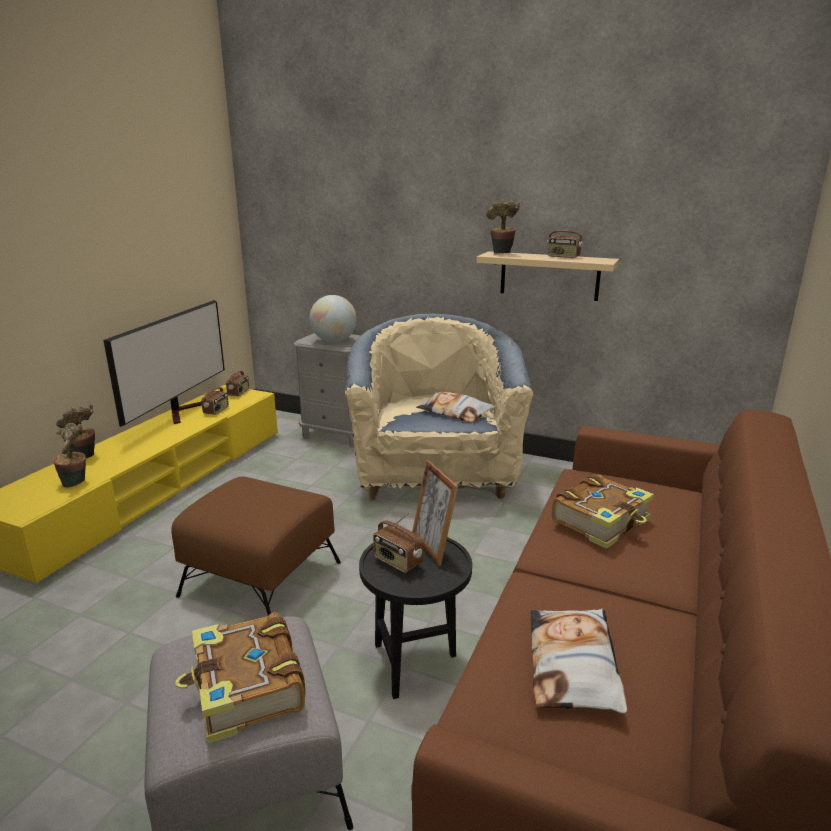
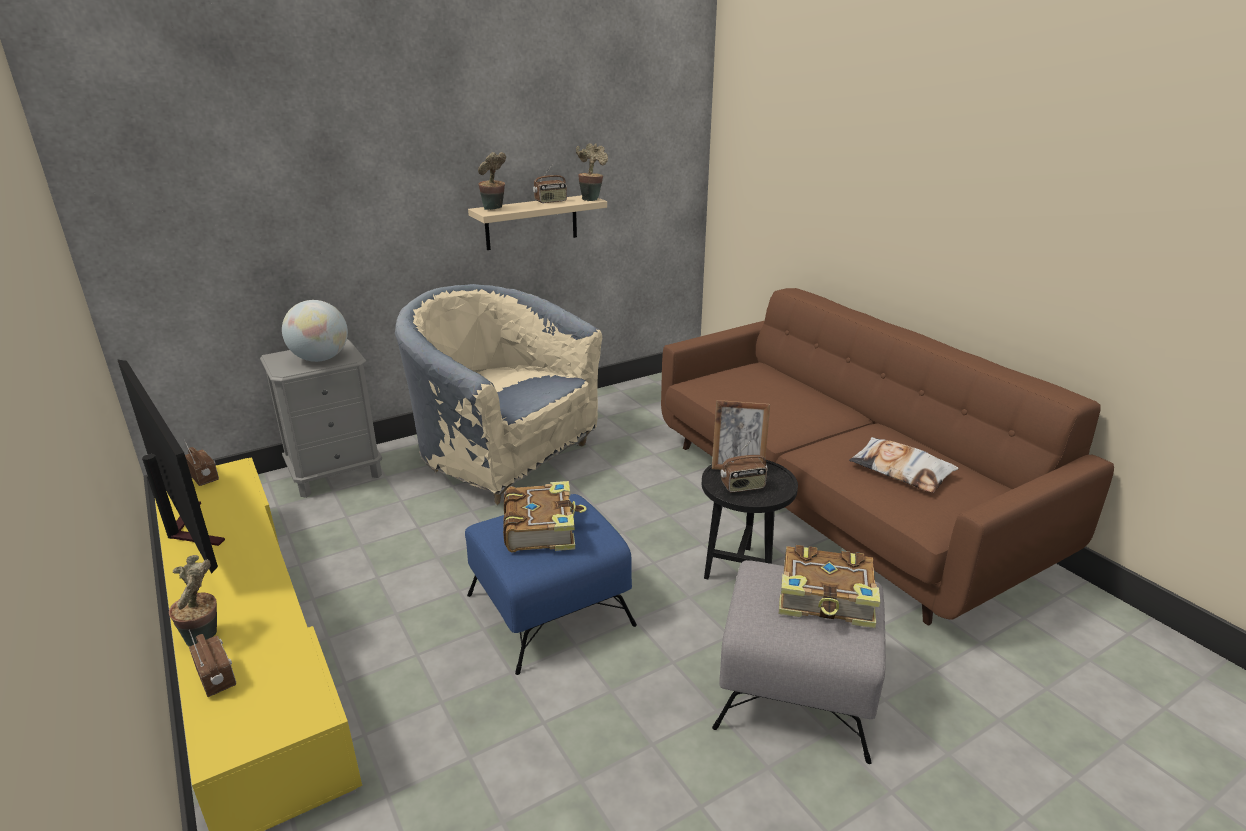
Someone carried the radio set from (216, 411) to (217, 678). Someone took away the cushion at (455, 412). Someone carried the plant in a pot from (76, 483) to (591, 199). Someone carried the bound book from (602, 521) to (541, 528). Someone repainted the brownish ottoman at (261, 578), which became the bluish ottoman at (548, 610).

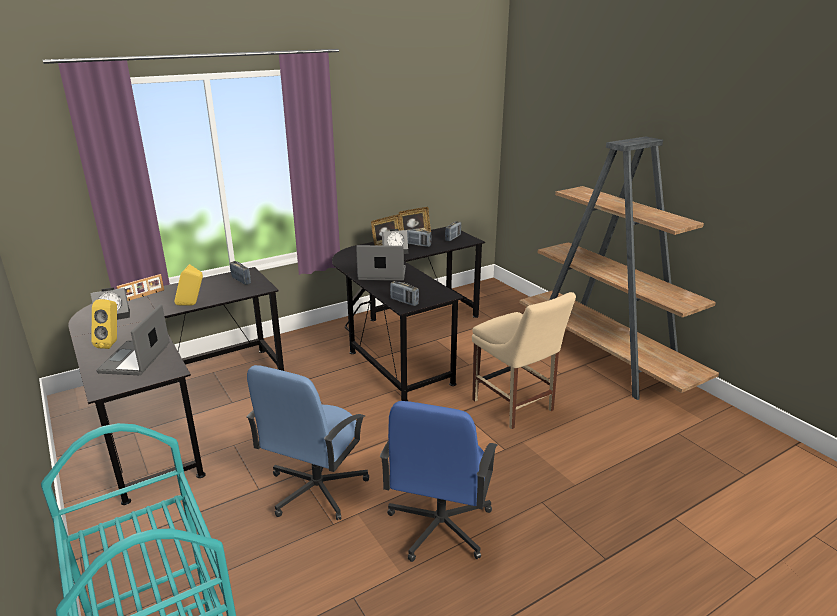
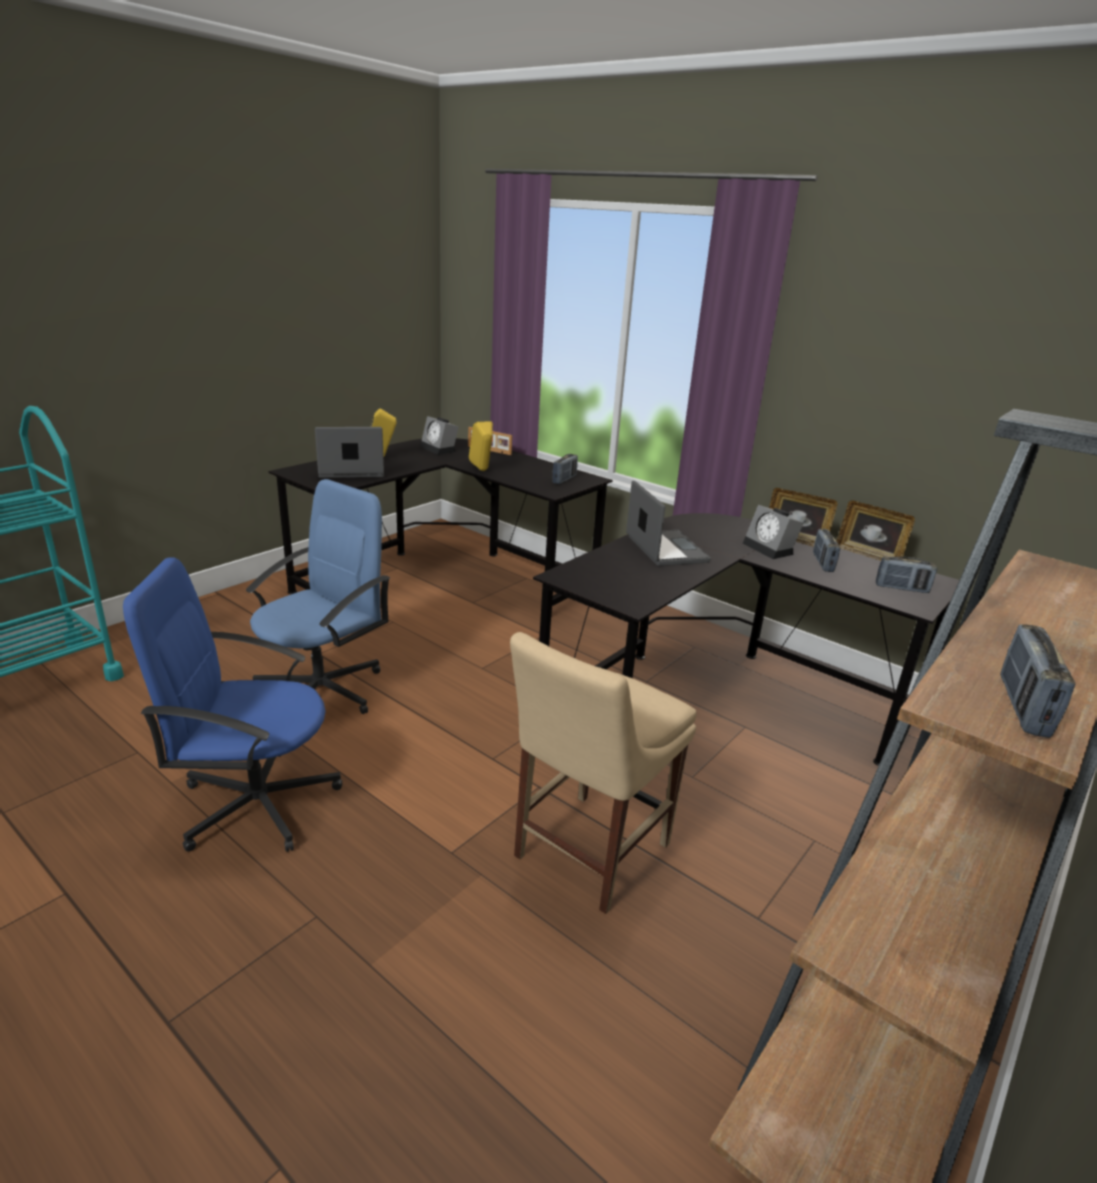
Someone carried the radio set from (404, 301) to (1023, 706). Someone rotated the bluish office chair at (316, 489) by 120 degrees clockwise.

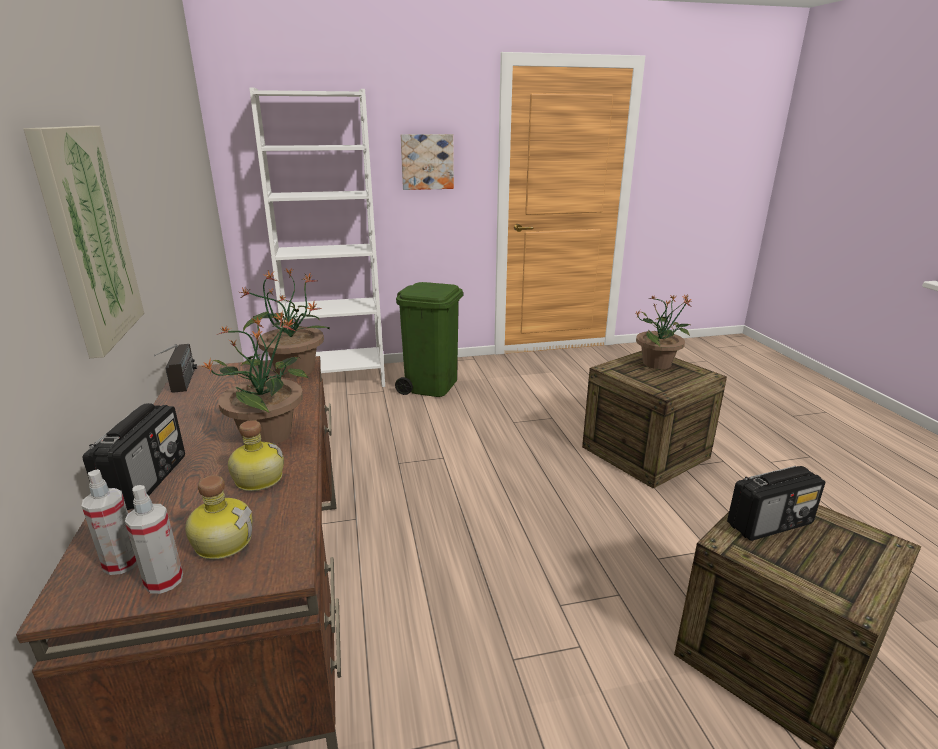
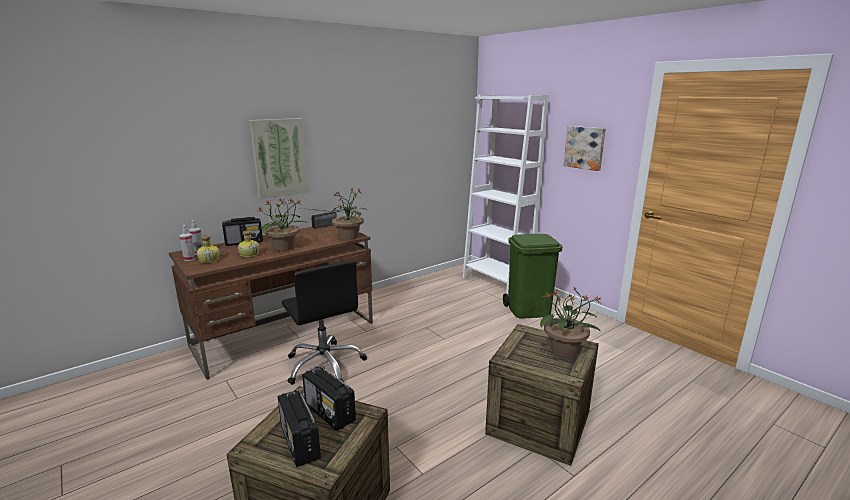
Someone put down the black office chair at (325, 365). Someone put down the radio set at (300, 443).

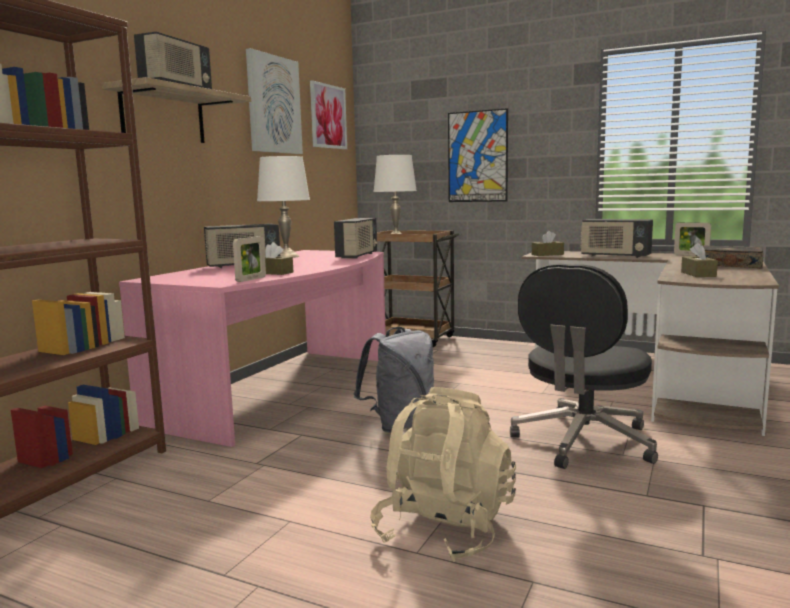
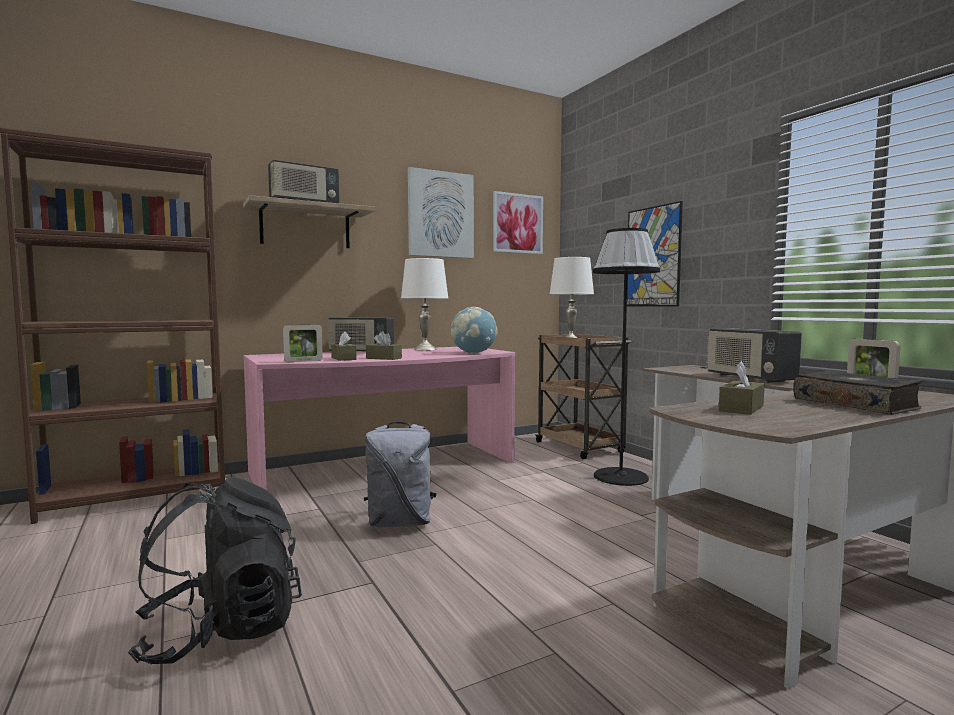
Someone swapped the radio set at (357, 256) for the globe at (473, 353). Someone carried the brownish box of tissues from (547, 254) to (384, 358). Someone took away the black office chair at (583, 442). Someone repainted the sand-coloured knapsack at (444, 529), which became the black knapsack at (221, 631). Someone put down the black standing lamp at (621, 477).

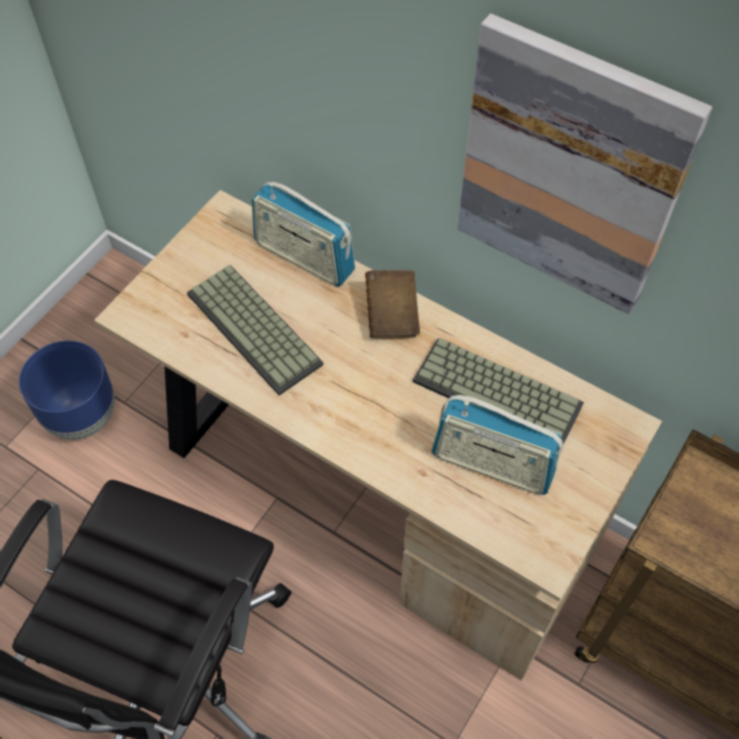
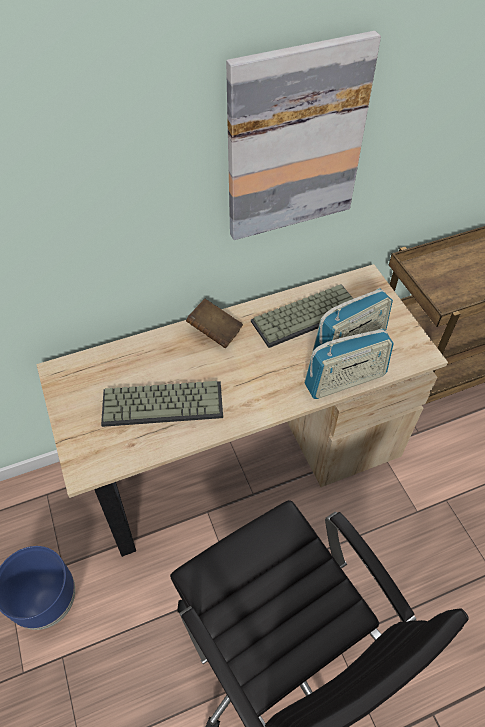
Someone carried the radio set from (304, 257) to (345, 380).

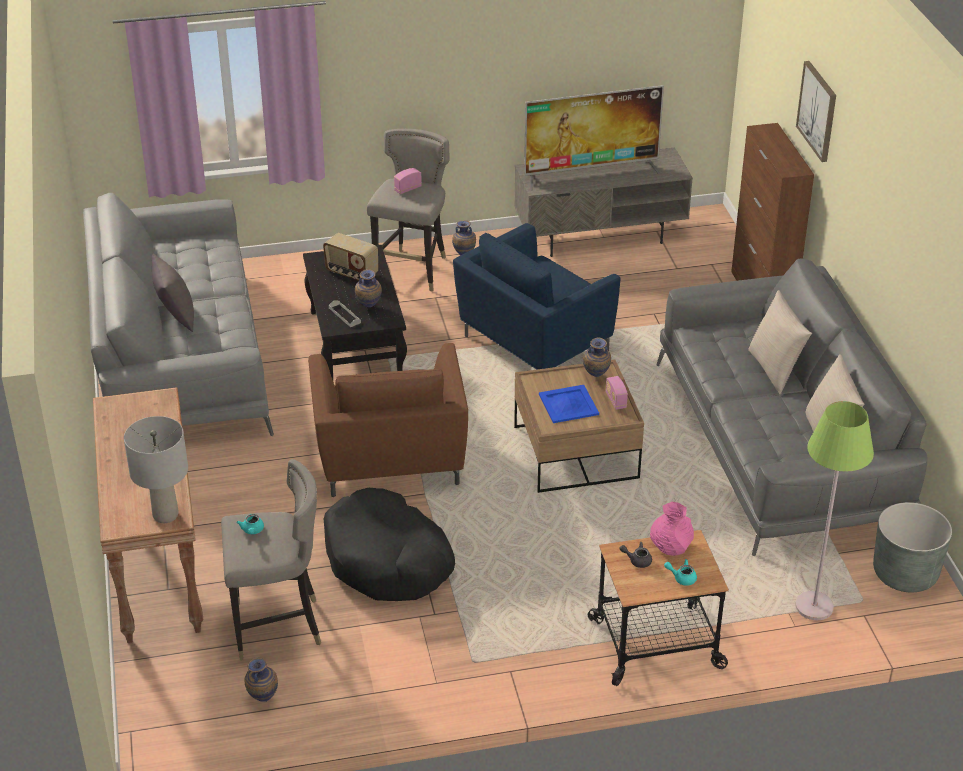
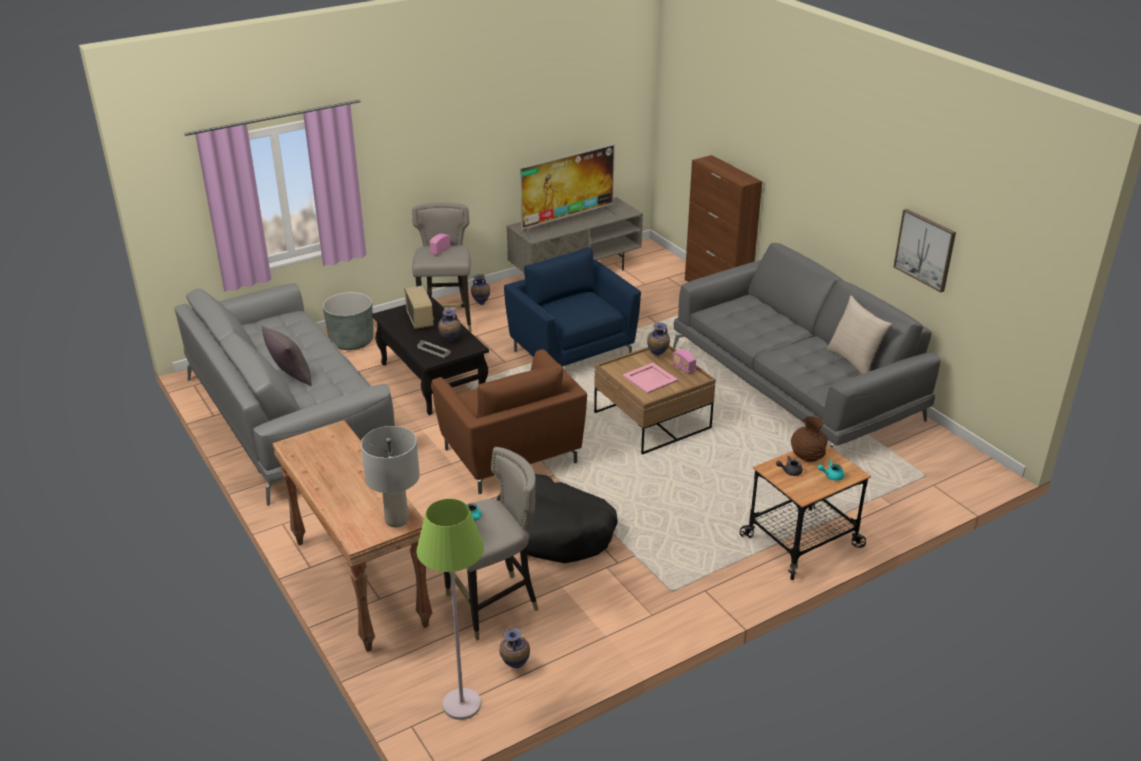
Someone carried the wall picture from (818, 111) to (925, 249). Someone rotated the bluish easy chair at (533, 344) by 120 degrees clockwise. Someone rotated the radio set at (351, 273) by 120 degrees counterclockwise. Someone took away the sand-coloured cushion at (775, 370). Someone repainted the bluish serving tray at (568, 405), which became the pink serving tray at (650, 379). Someone carried the greenish standing lamp from (814, 606) to (461, 705). Someone repainted the pink decorative vase at (670, 547), which became the brownish decorative vase at (807, 456). Someone carried the greyish plant pot from (905, 573) to (351, 341).

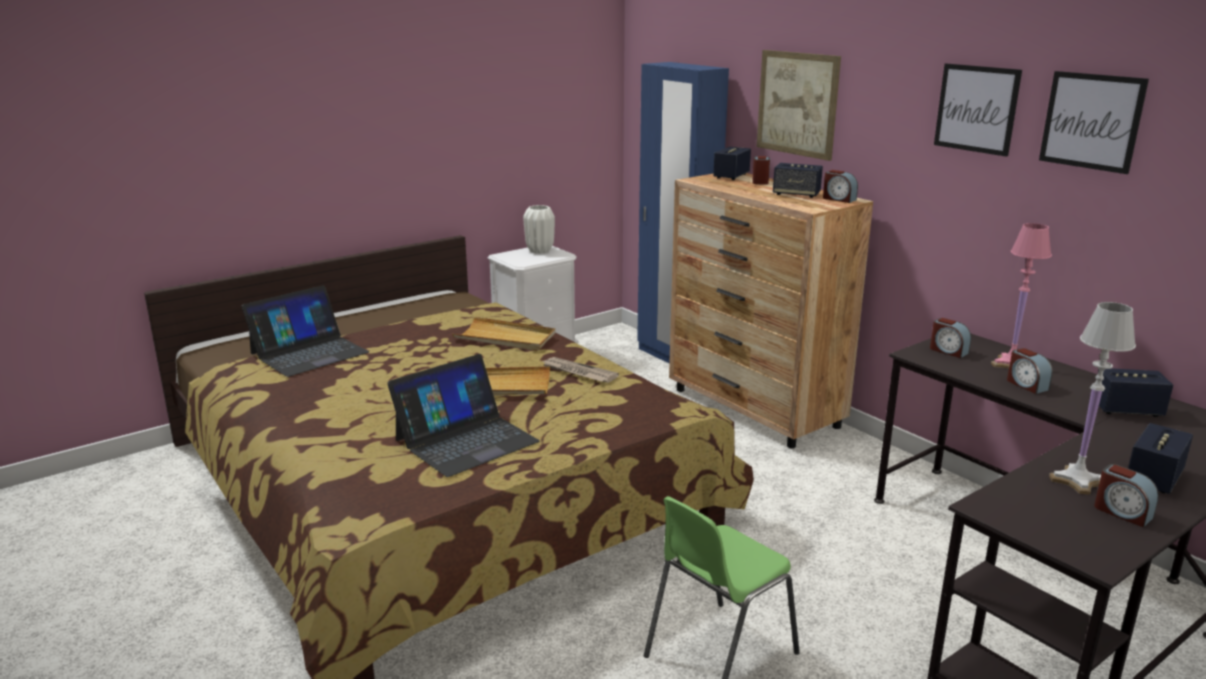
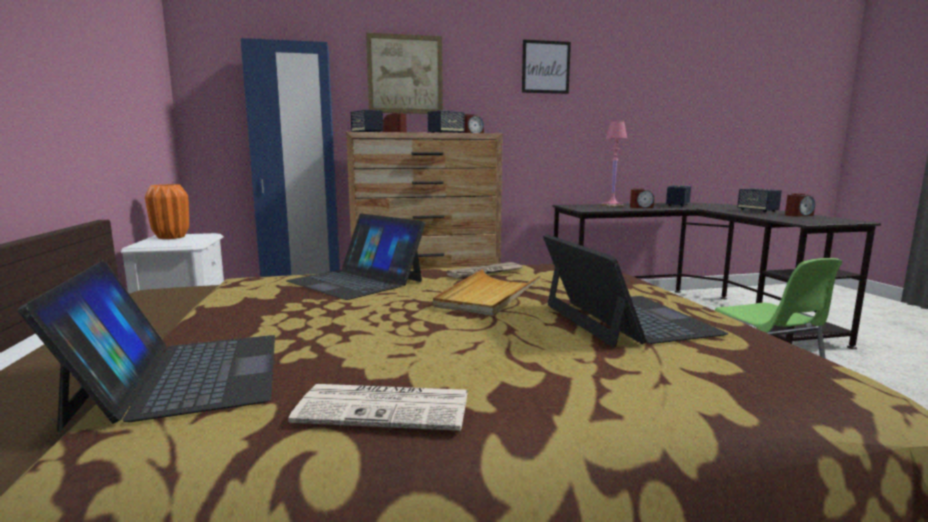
Someone took away the wall picture at (1091, 121). Someone repainted the white-coloured decorative vase at (539, 251), which became the orange-coloured decorative vase at (171, 237). Someone took away the white-coloured table lamp at (1077, 481). Someone swapped the sand-coloured serving tray at (505, 338) for the portable computer at (356, 281). Someone took away the alarm clock at (948, 351). Someone put down the daily paper at (387, 407).

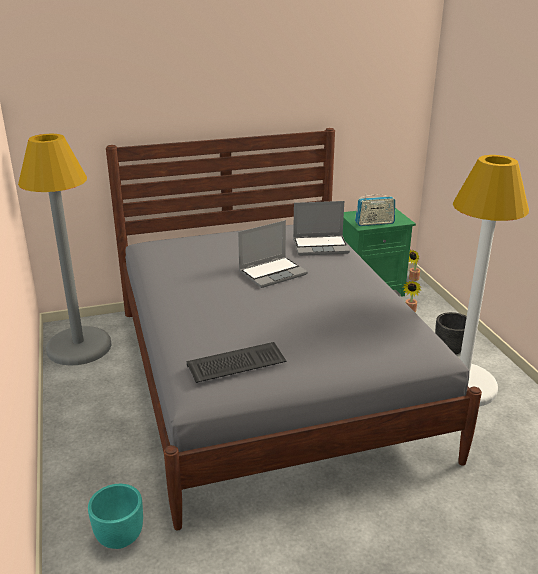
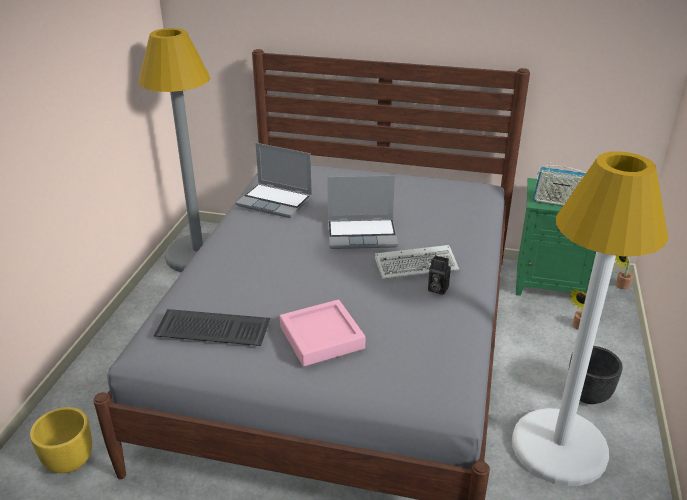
Someone carried the portable computer from (321, 246) to (276, 201). Someone repainted the blue-green plant pot at (119, 536), which became the yellow plant pot at (70, 460). Someone put down the keyboard at (417, 265). Someone put down the still camera at (436, 289). Someone put down the pink serving tray at (321, 337).

